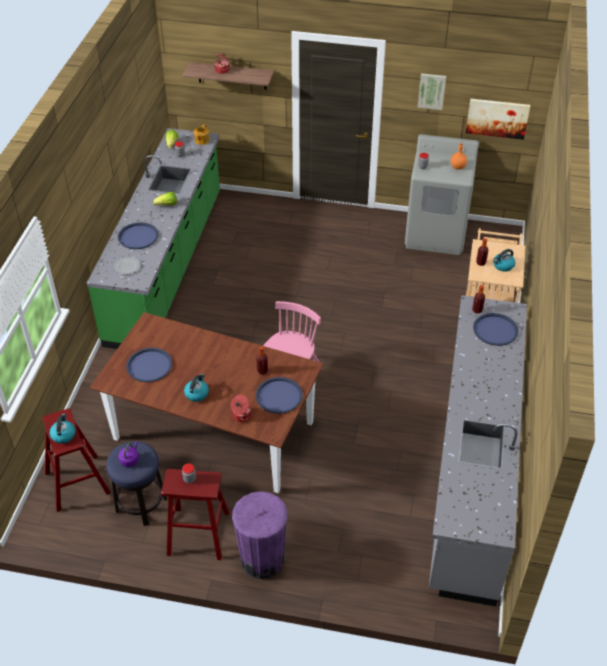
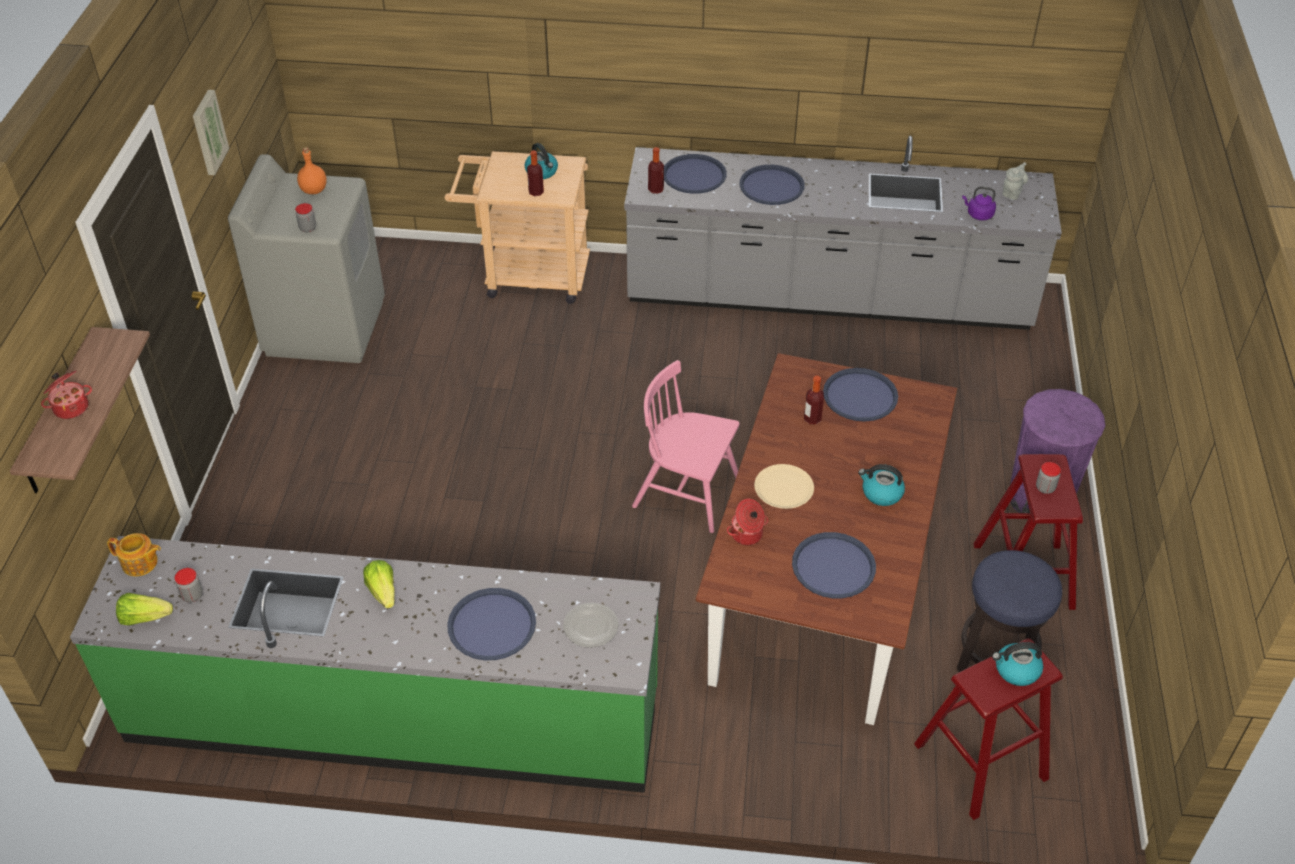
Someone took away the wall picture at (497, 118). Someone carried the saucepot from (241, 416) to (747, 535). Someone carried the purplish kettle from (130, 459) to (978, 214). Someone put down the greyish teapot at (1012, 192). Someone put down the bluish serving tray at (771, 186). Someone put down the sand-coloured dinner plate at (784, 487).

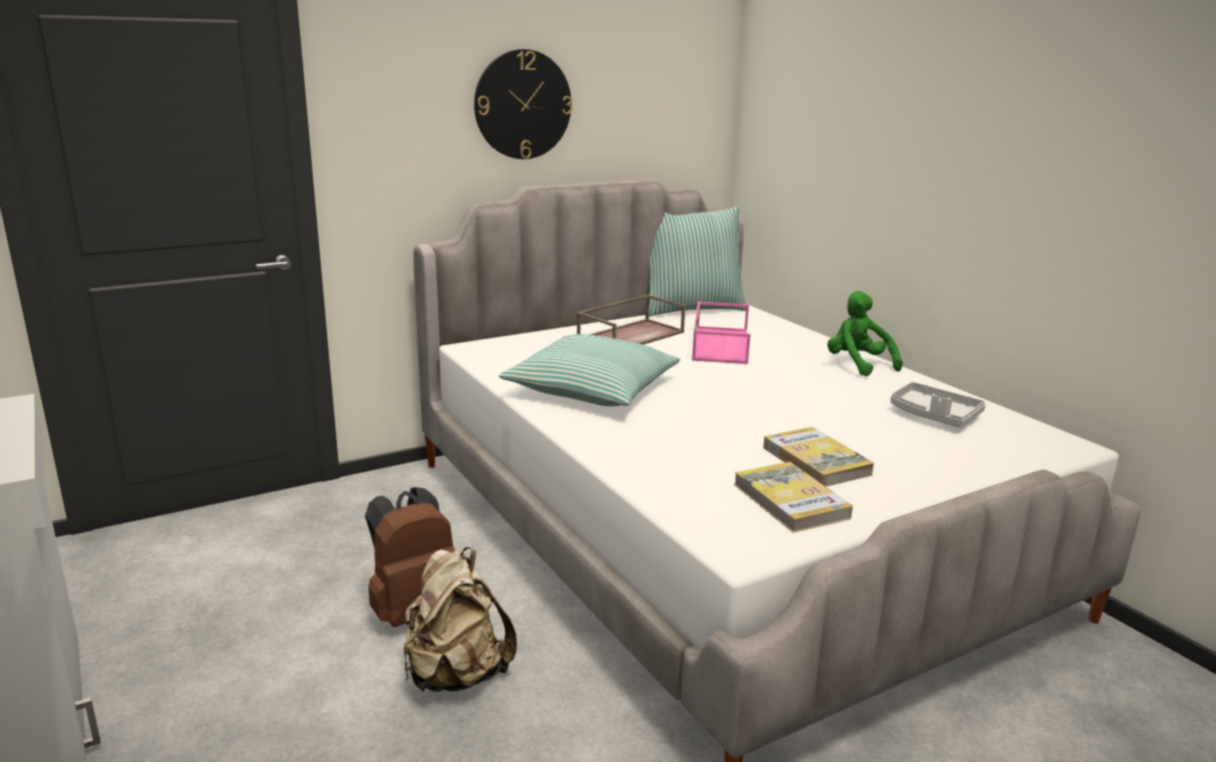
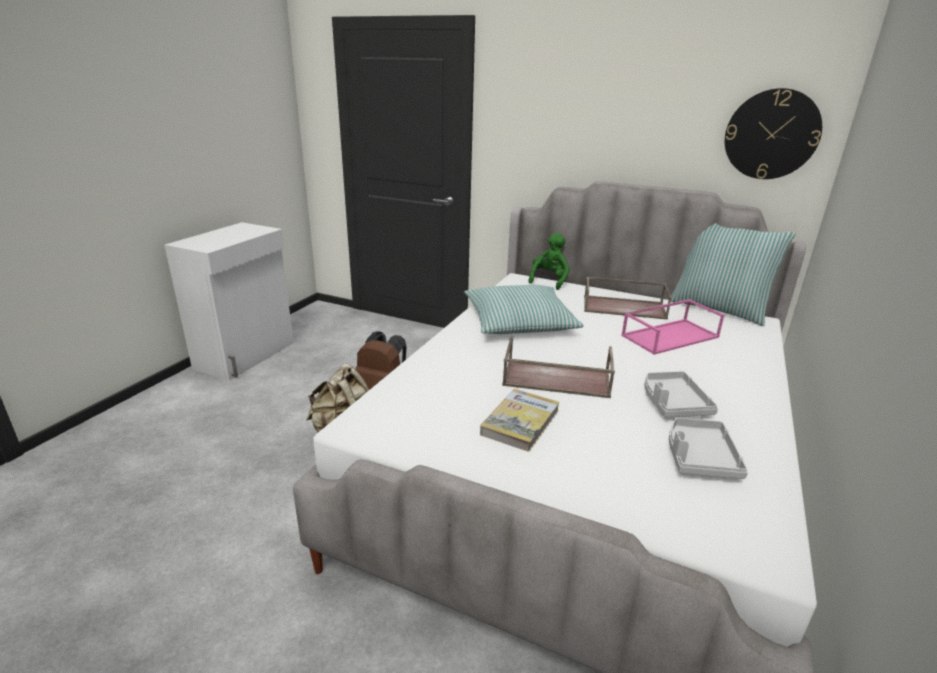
Someone carried the clock on the wall from (523, 105) to (771, 134). Someone carried the greenish soft toy from (858, 365) to (549, 280). Someone took away the bound book at (790, 501). Someone put down the brownish serving tray at (555, 379). Someone put down the greyish serving tray at (673, 403).

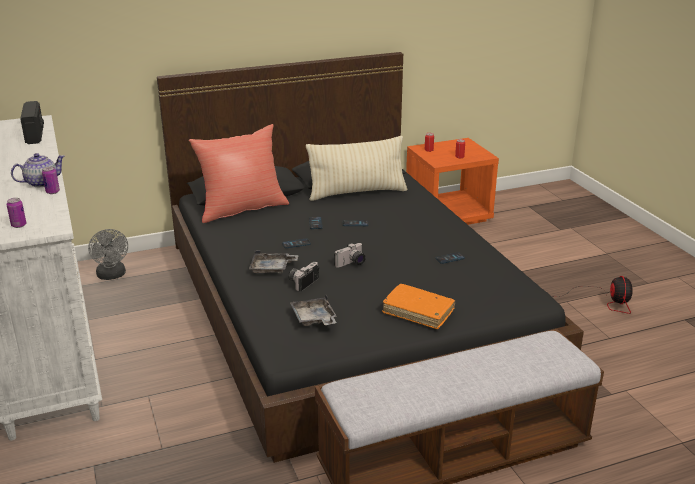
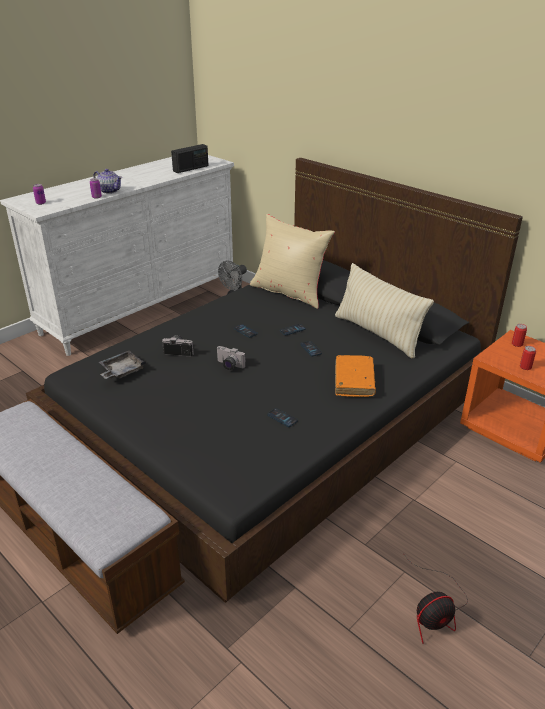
Someone repainted the reddish cushion at (242, 208), which became the sand-coloured cushion at (289, 292). Someone took away the greyish serving tray at (272, 269). Someone carried the orange-coloured bound book from (418, 312) to (354, 381).

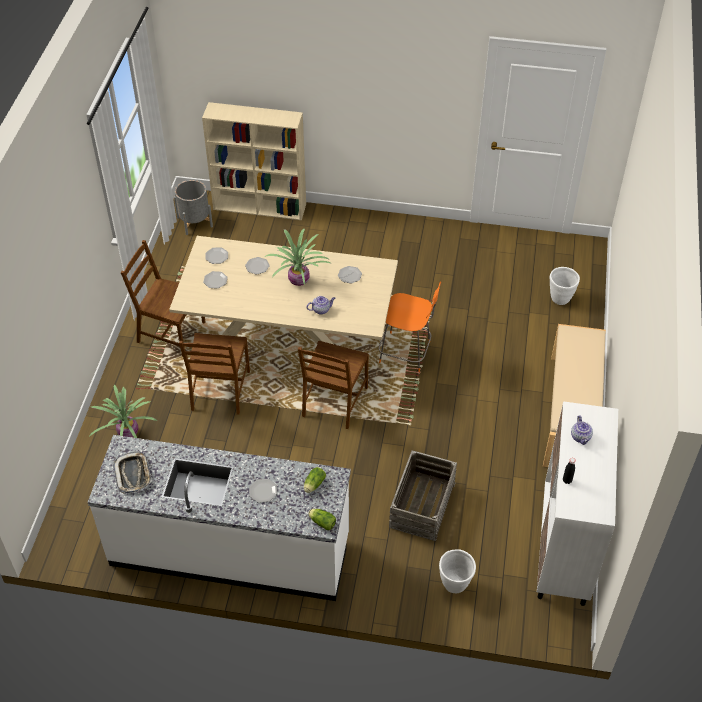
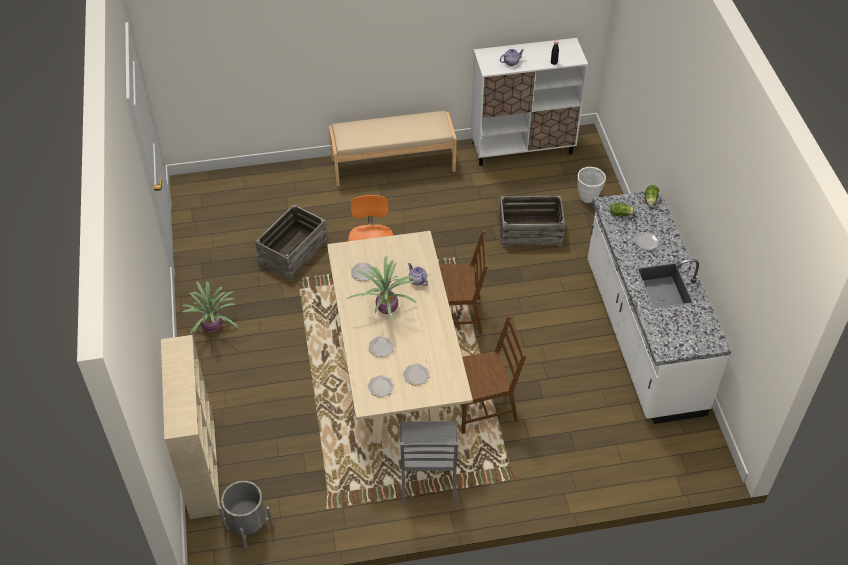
Someone repainted the brownish plain chair at (170, 333), which became the greyish plain chair at (429, 479). Someone took away the white-coloured plant pot at (560, 298). Someone carried the plant in a pot from (127, 433) to (213, 328). Someone took away the serving tray at (133, 474). Someone put down the shipping crate at (293, 251).

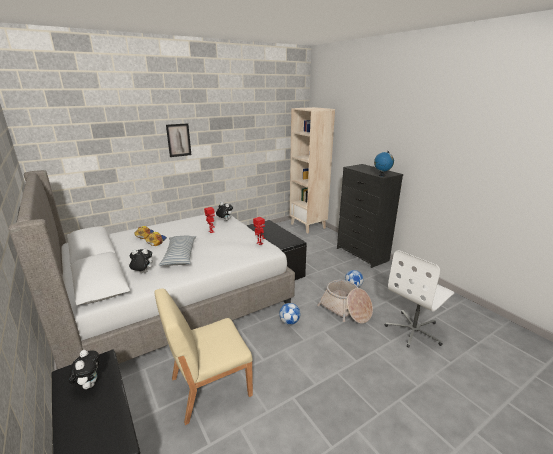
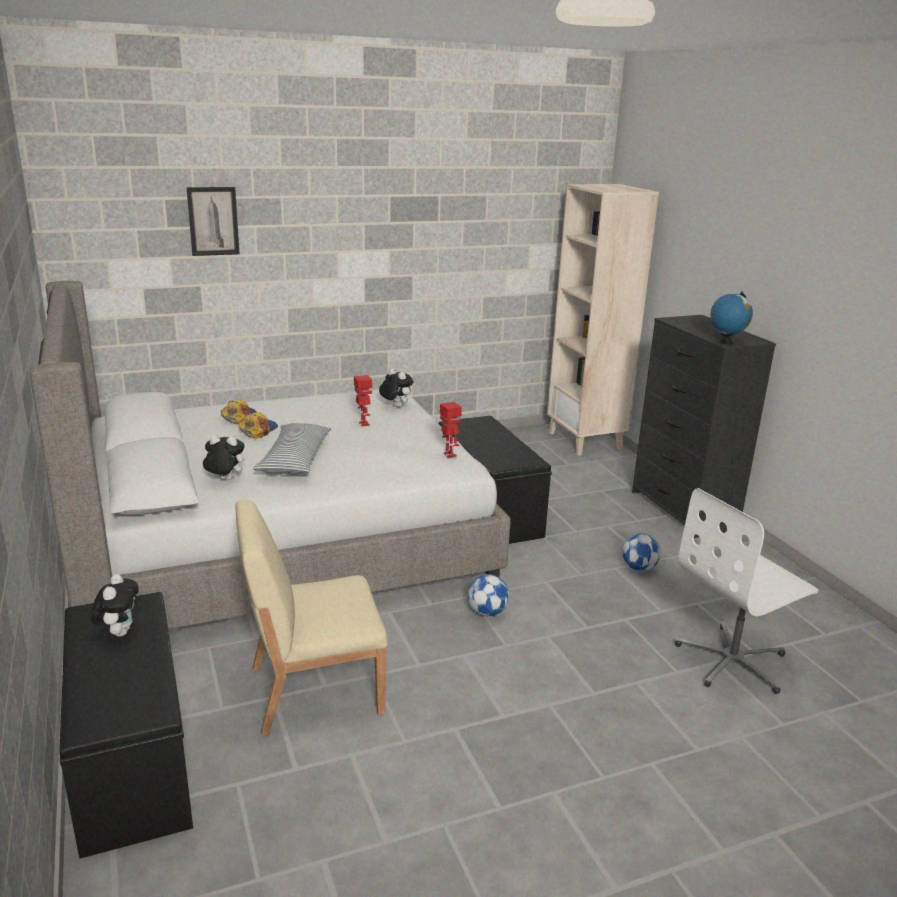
Someone carried the wall picture from (178, 140) to (213, 221). Someone took away the storage basket at (345, 310).

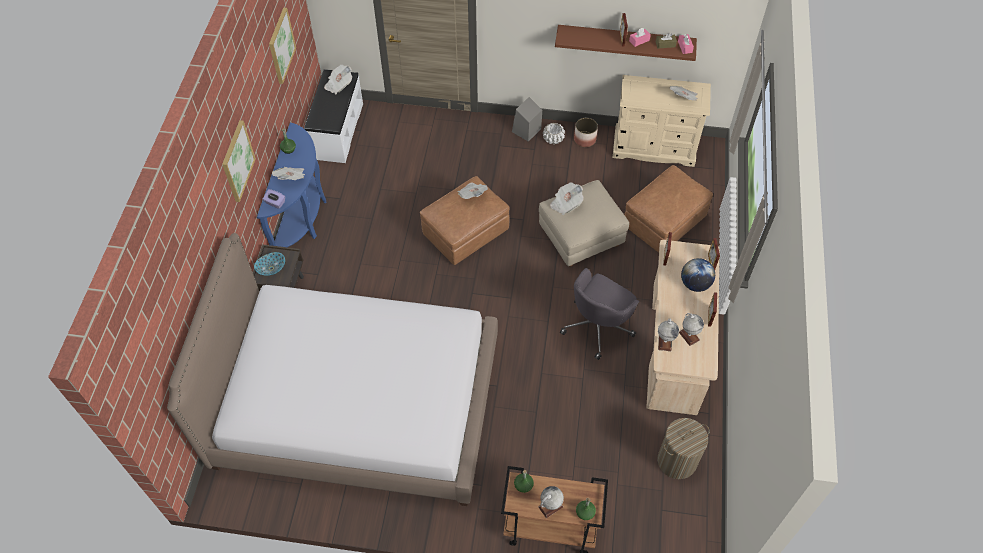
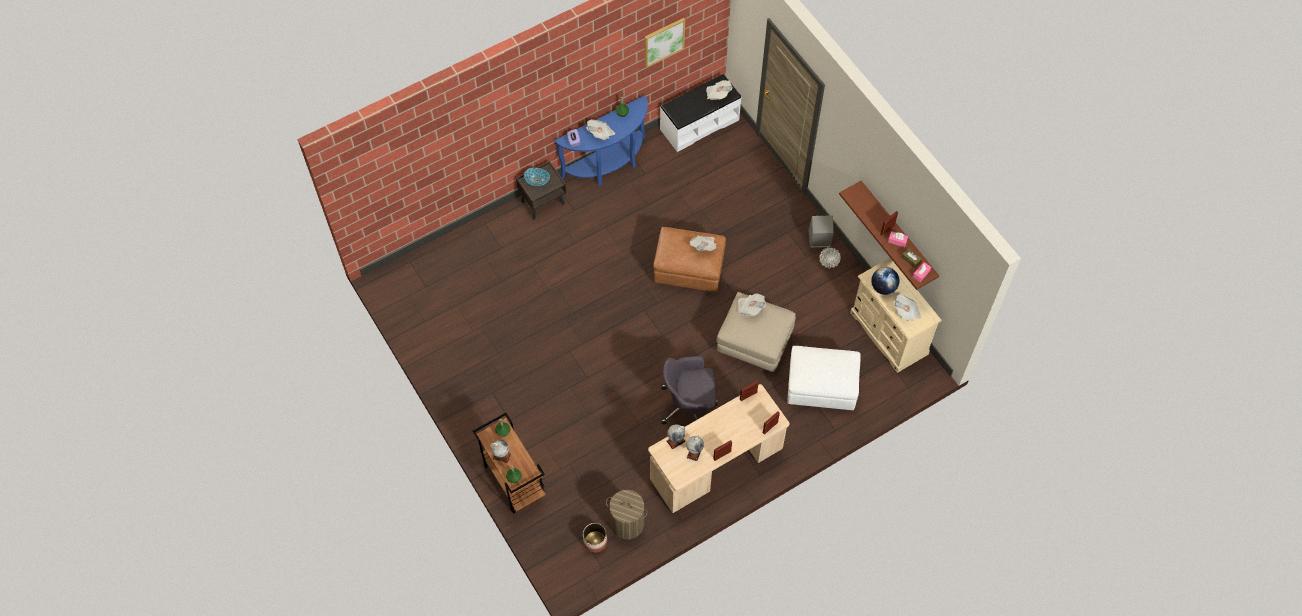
Someone carried the plant pot from (585, 139) to (595, 541). Someone took away the wall picture at (237, 161). Someone repainted the brownish ottoman at (663, 222), which became the white-coloured ottoman at (821, 387). Someone took away the bed at (357, 404). Someone carried the globe from (695, 284) to (883, 287).

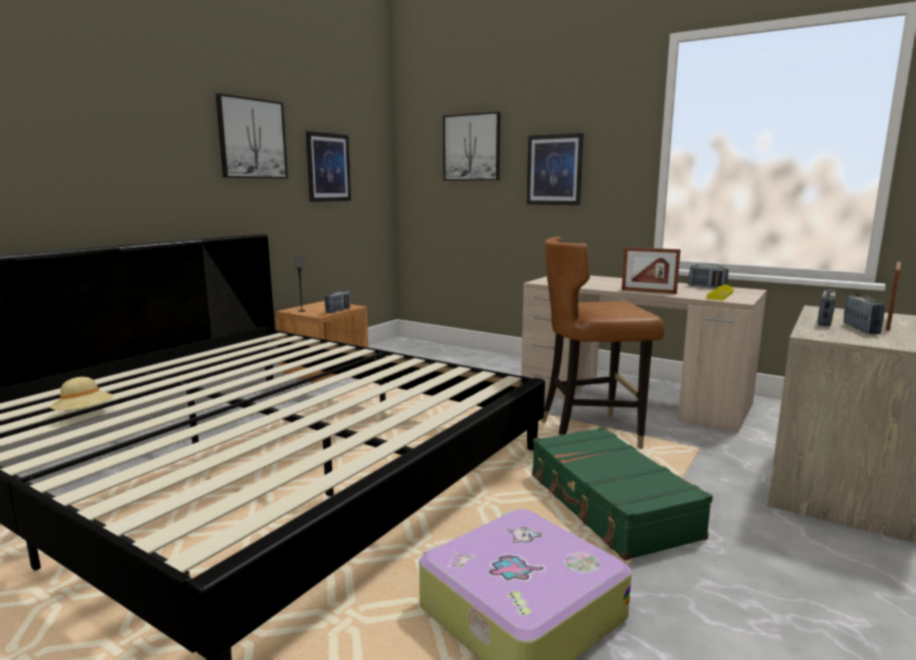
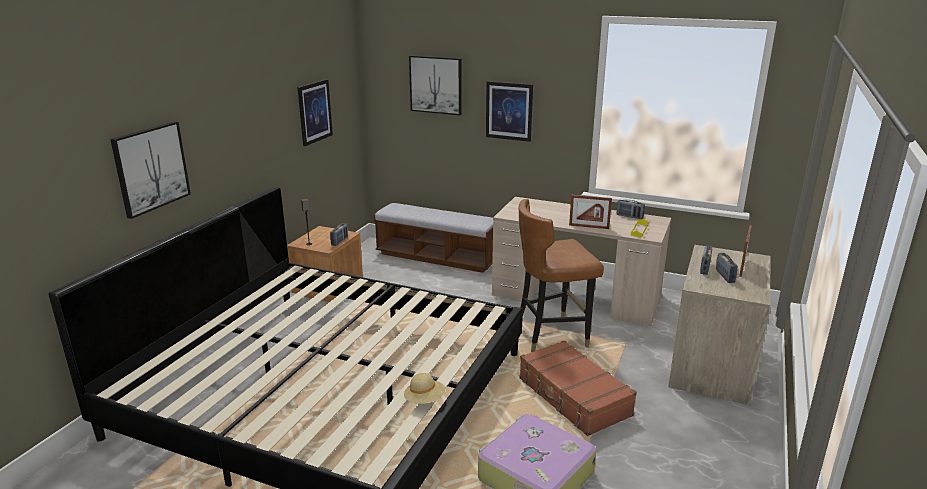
Someone carried the wall picture from (252, 138) to (151, 168). Someone carried the sand-coloured clothing hat from (84, 414) to (425, 400). Someone repainted the greenish suitcase at (610, 506), which became the brownish suitcase at (573, 397). Someone put down the indoor bench at (437, 257).

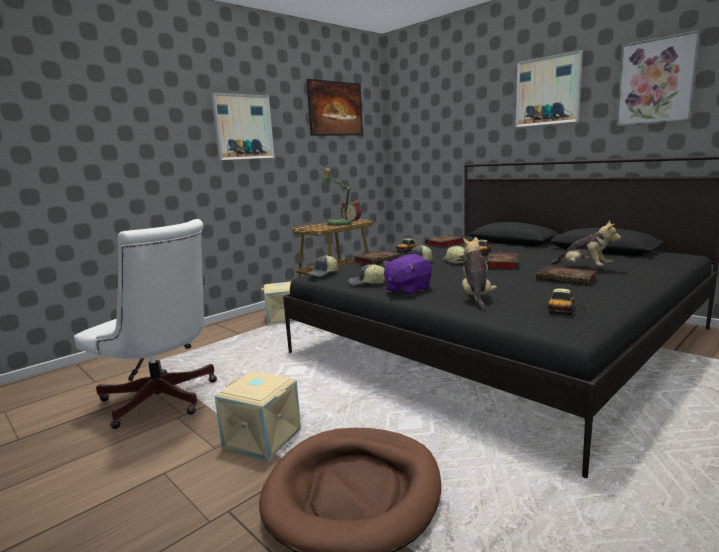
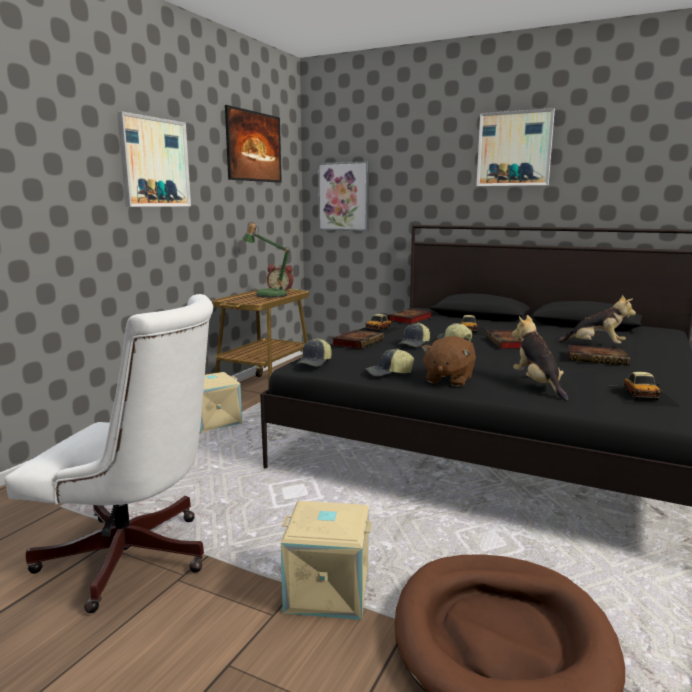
Someone carried the wall picture from (656, 82) to (344, 196). Someone repainted the purplish soft toy at (407, 290), which became the brownish soft toy at (448, 380).

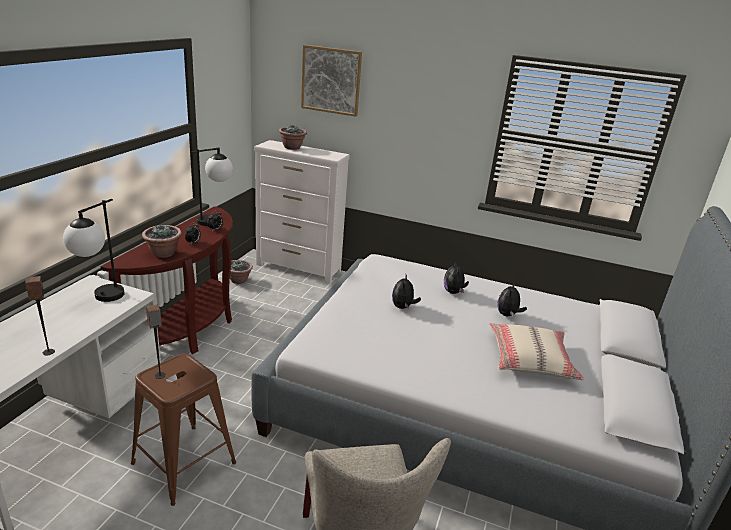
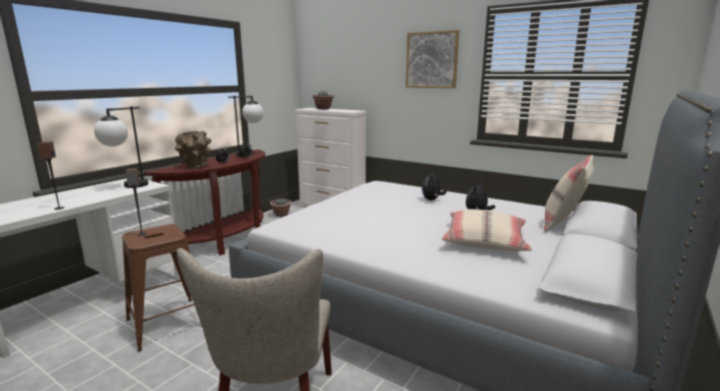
Someone carried the wall picture from (331, 80) to (431, 60). Someone swapped the plant in a pot at (163, 253) for the brownish decorative vase at (195, 167). Someone took away the soft toy at (403, 307). Someone put down the sand-coloured cushion at (563, 223).

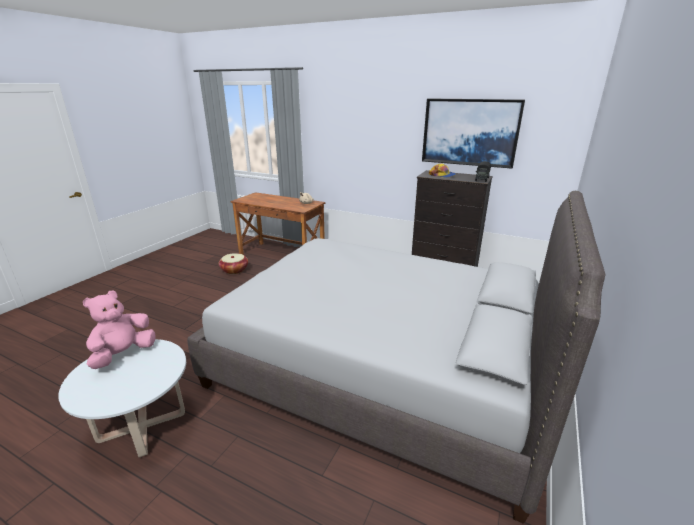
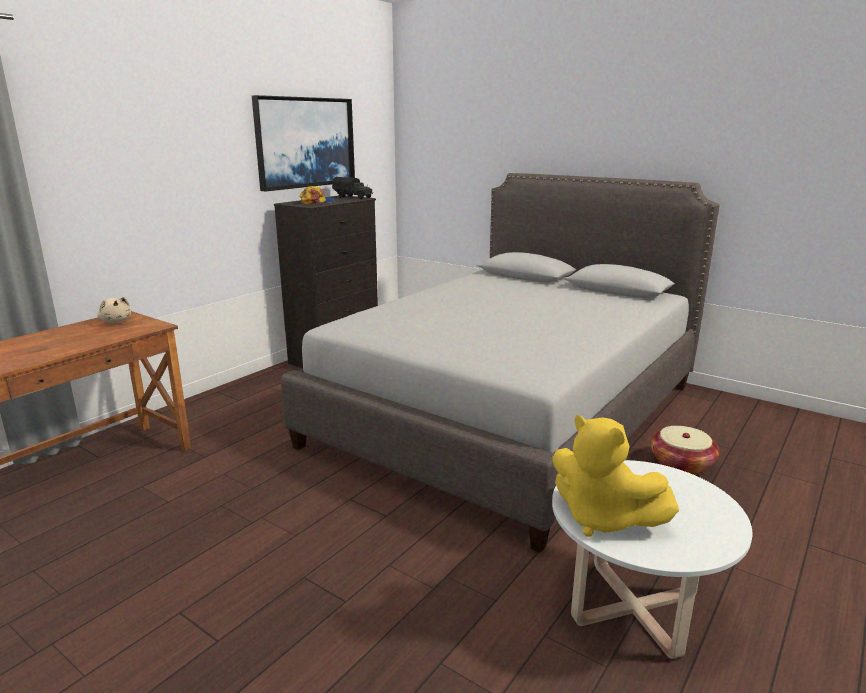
Someone carried the storage basket from (234, 270) to (681, 464). Someone repainted the pink soft toy at (124, 354), which became the yellow soft toy at (602, 519).

